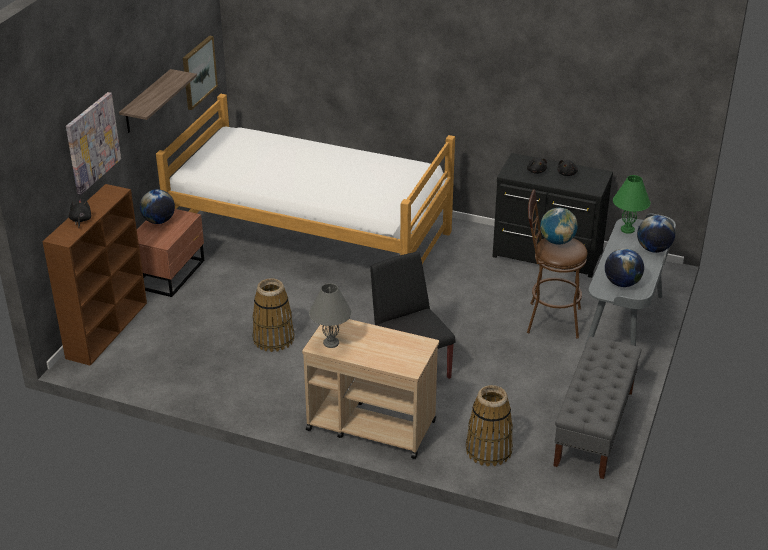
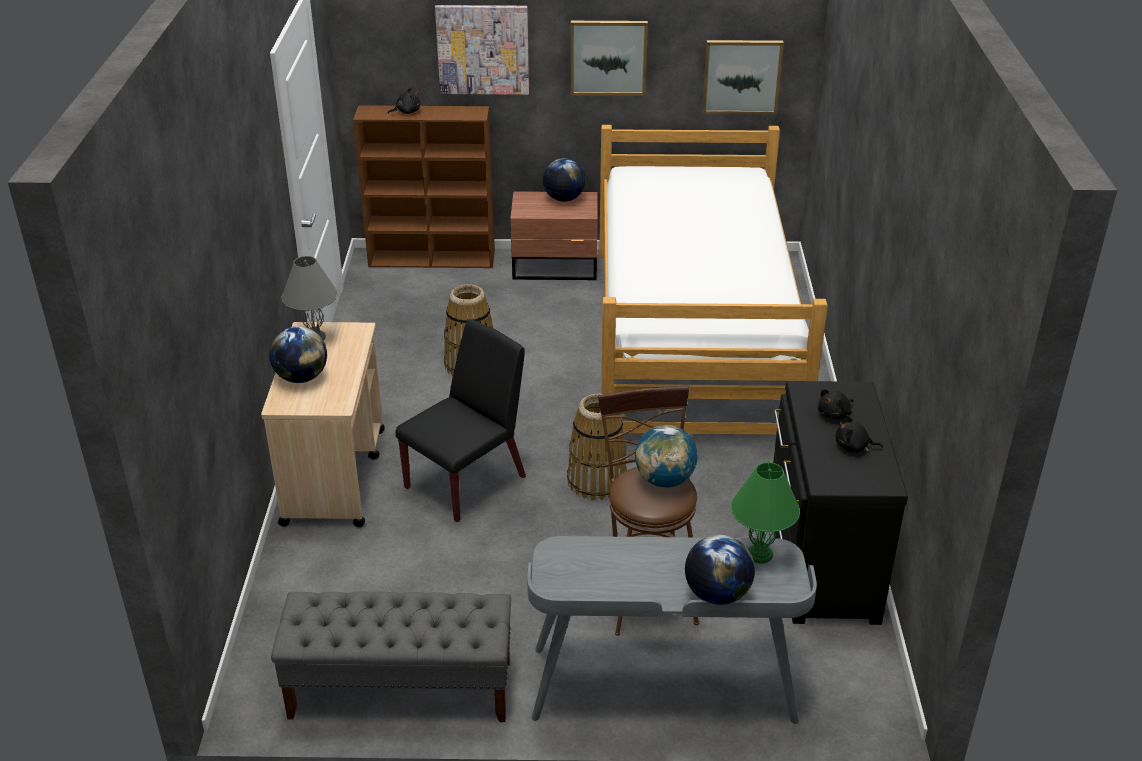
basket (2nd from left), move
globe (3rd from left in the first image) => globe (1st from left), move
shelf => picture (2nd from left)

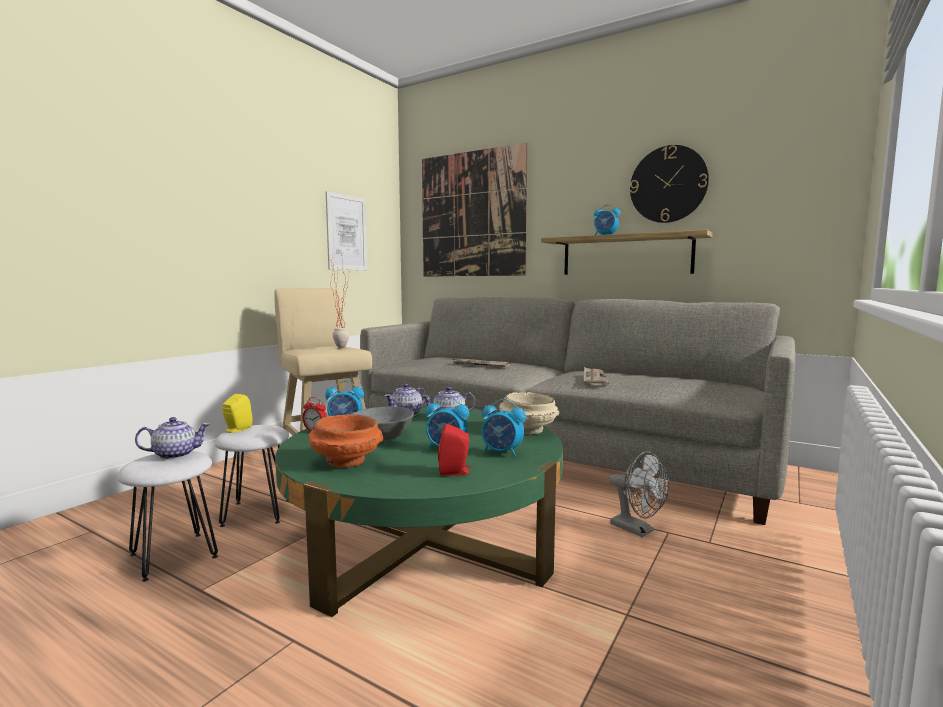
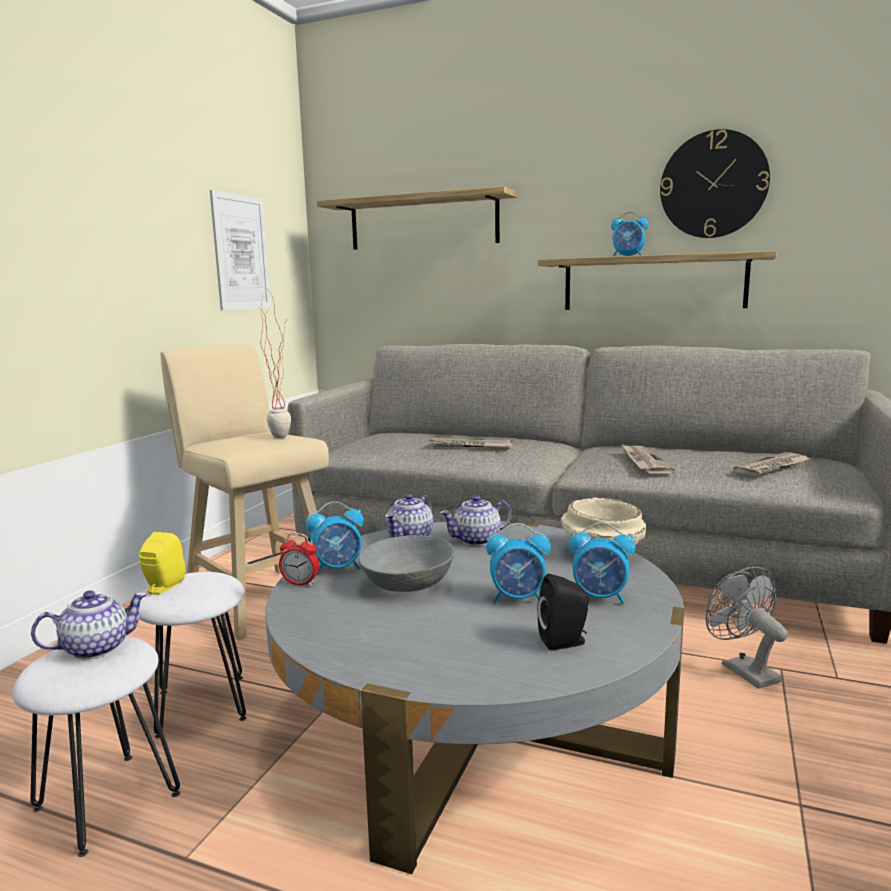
orange bowl => nothing
nothing => newspaper (3rd from left)
picture (2nd from left) => shelf (1st from left)
green coffee table => grey coffee table
red speaker => black speaker
grey fan, 150 degrees counterclockwise

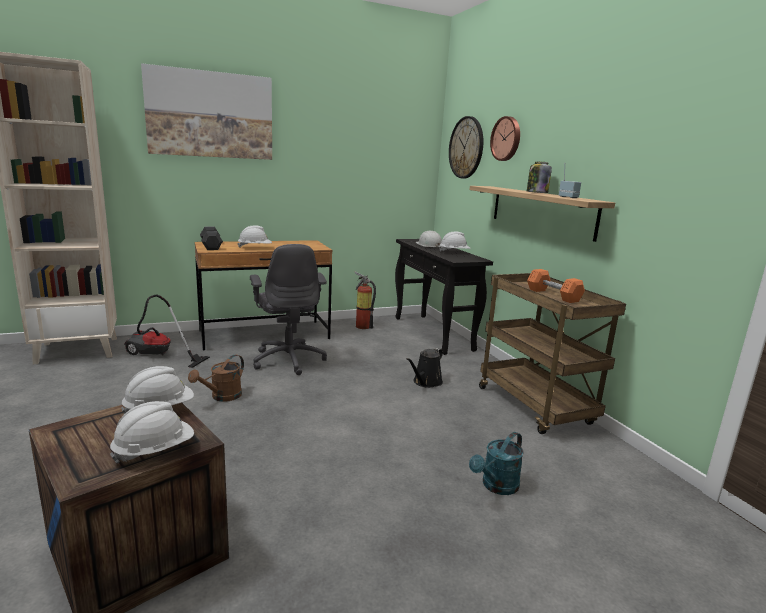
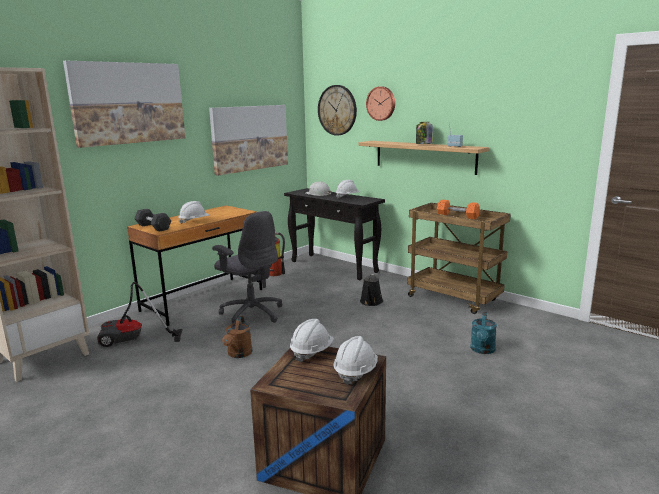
nothing => picture (2nd from left)

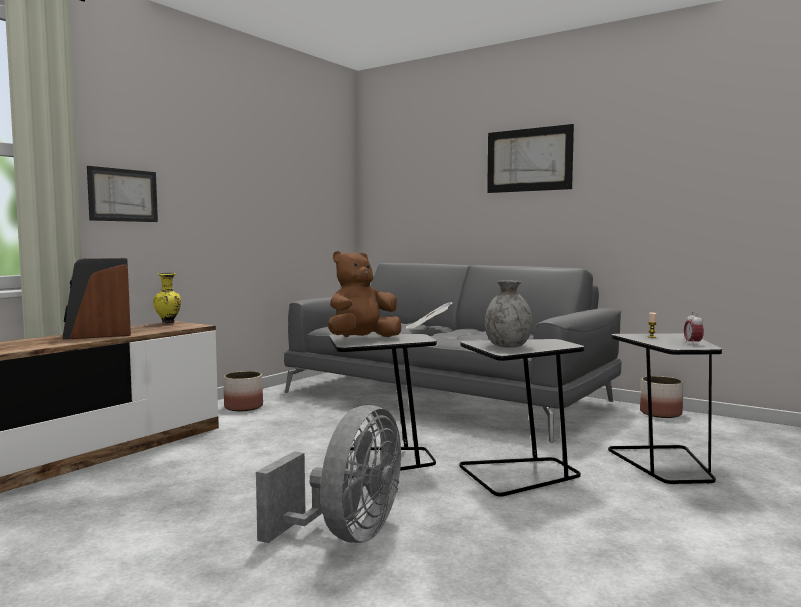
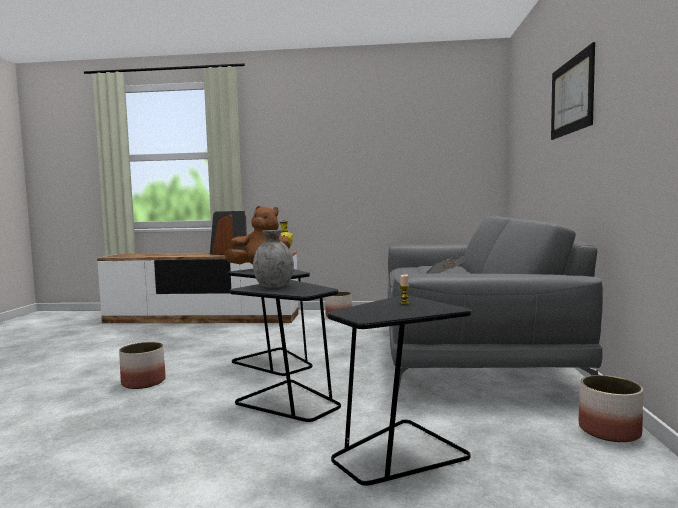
picture (1st from left) => nothing
alarm clock => nothing
grey fan => planter (1st from left)

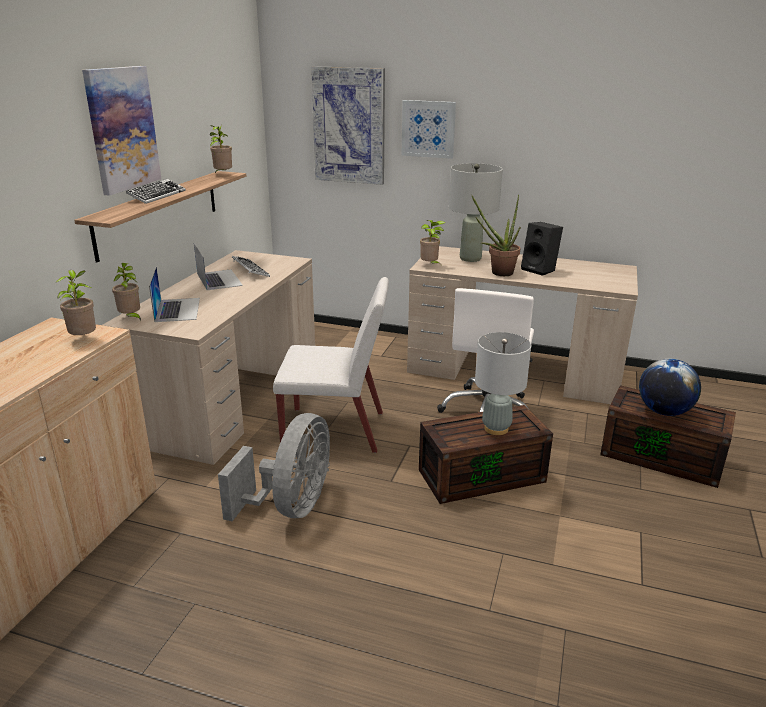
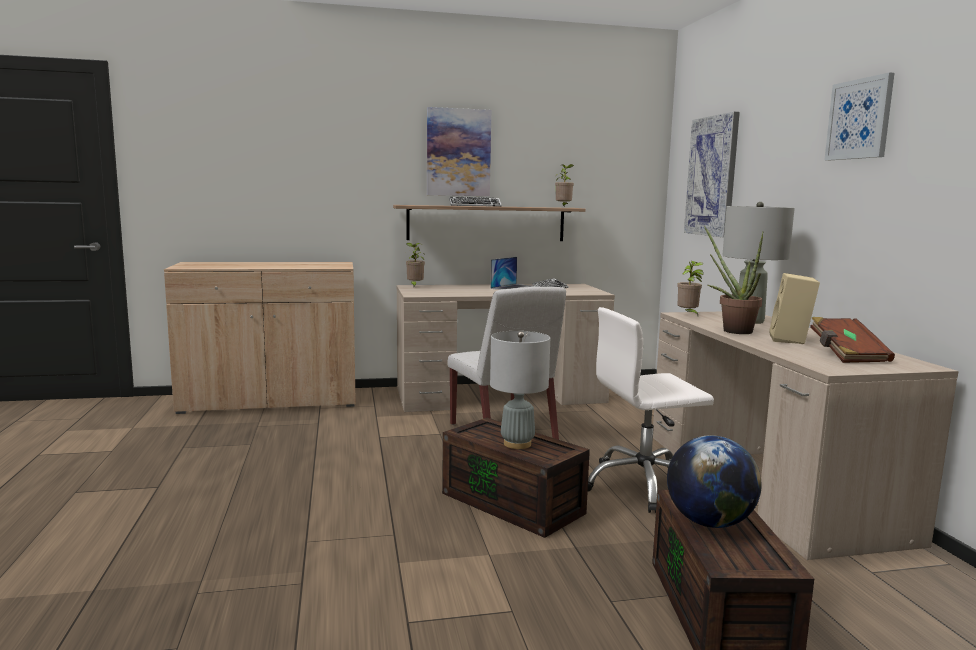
potted plant (1st from left) => nothing
laptop (1st from left) => nothing
grey fan => nothing
nothing => brown book
picture (3rd from left), move
black speaker => beige speaker

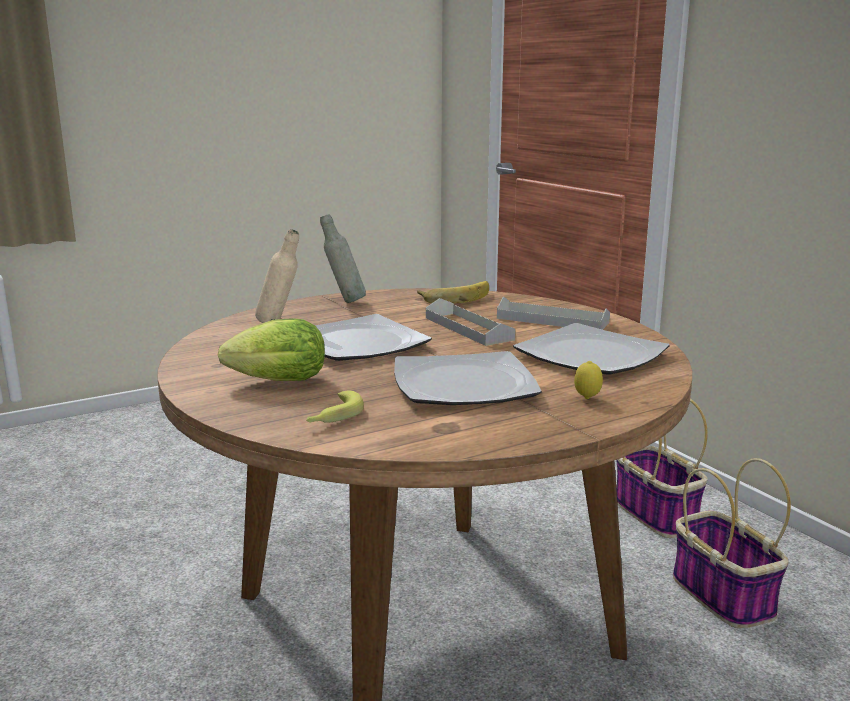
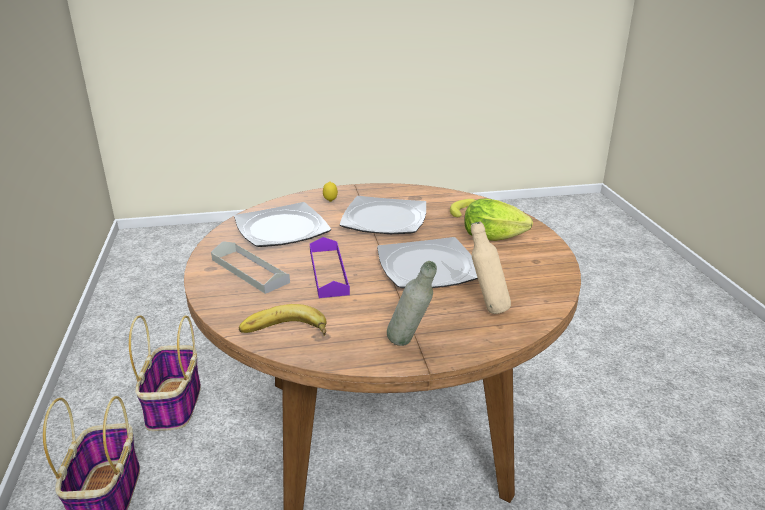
grey tray (1st from left) => purple tray

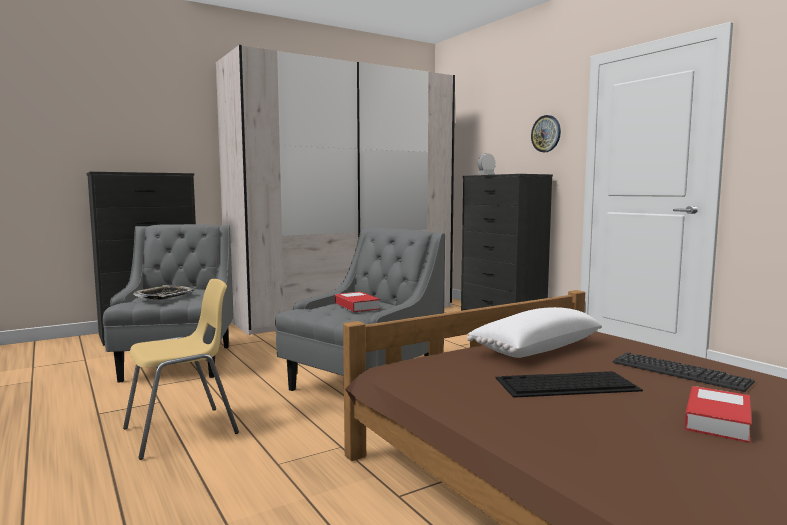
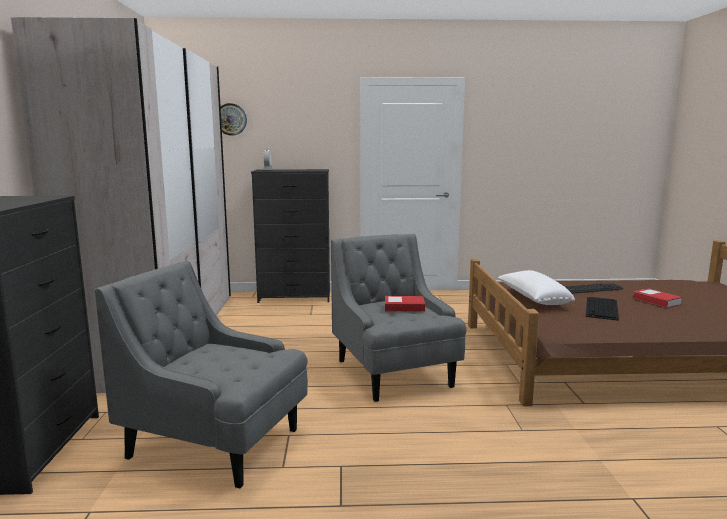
yellow chair => nothing
tray => nothing
wall clock, move

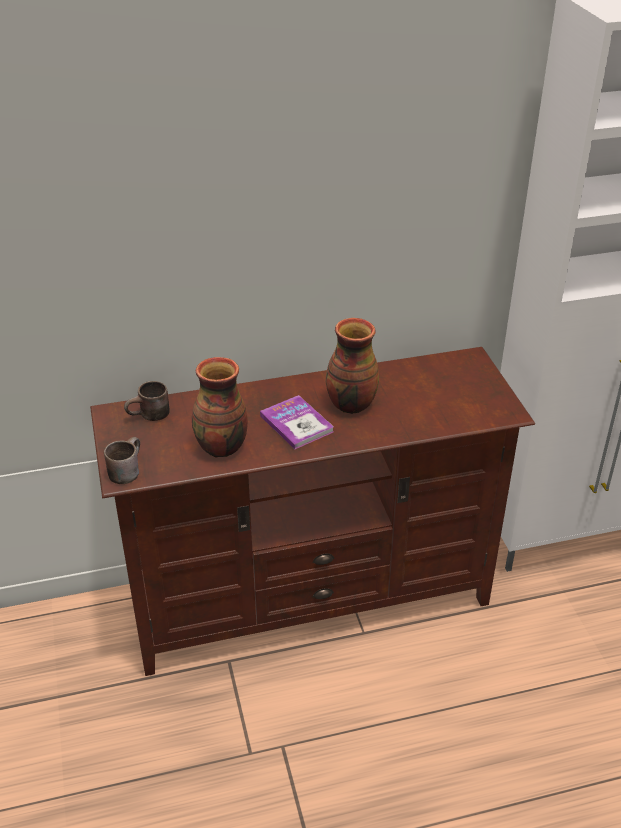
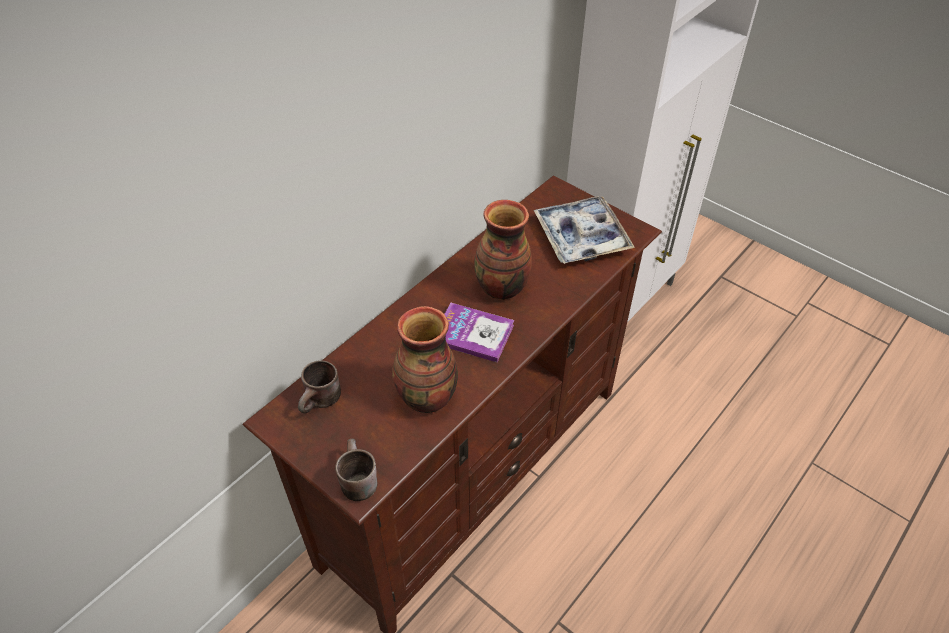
nothing => tray

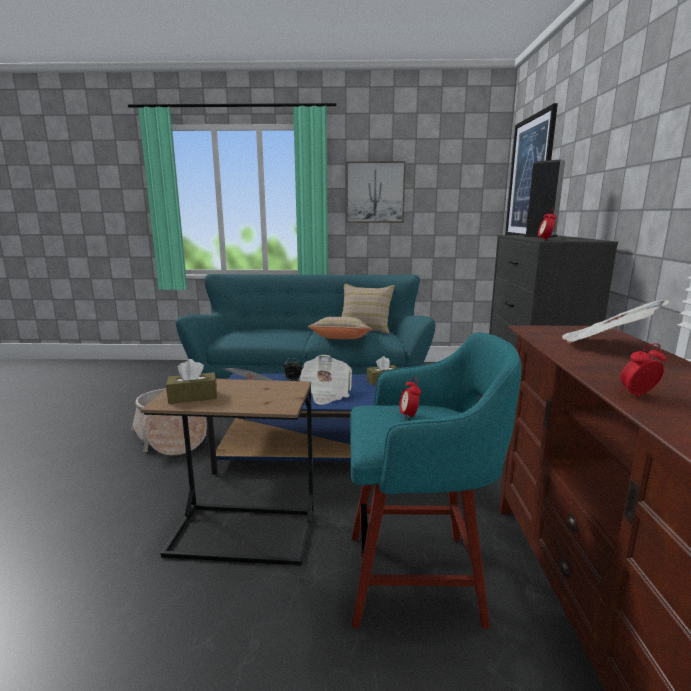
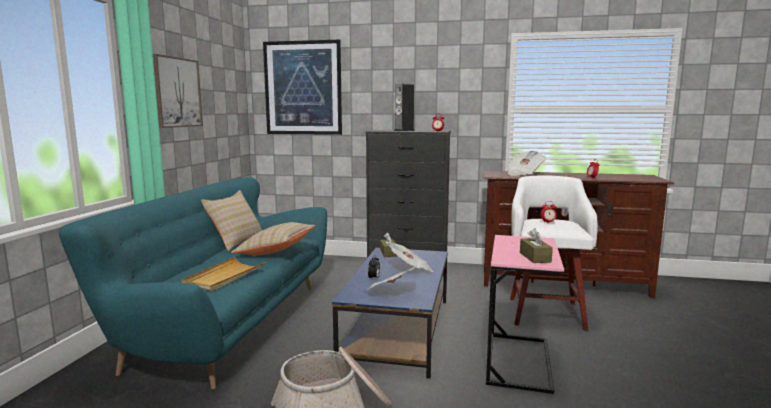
nothing => beige tray
brown side table => pink side table
turquoise stool => white stool

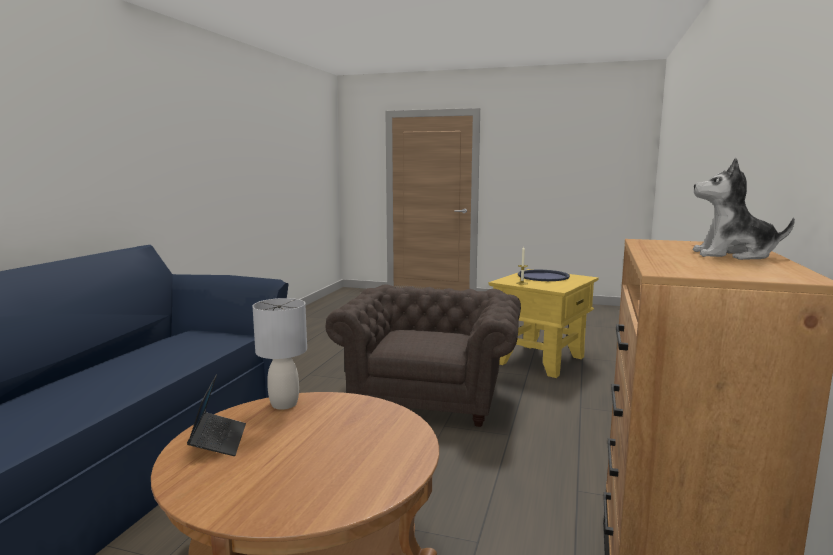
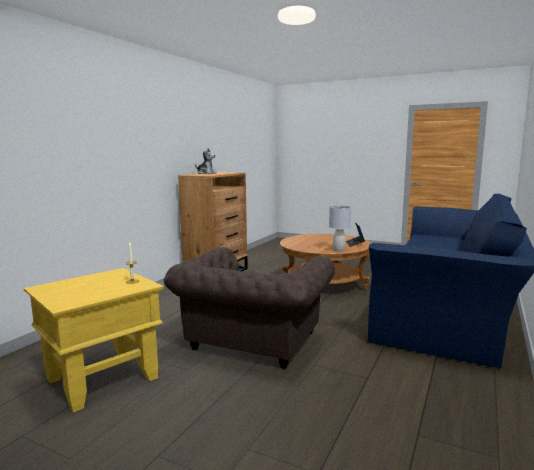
blue tray => nothing

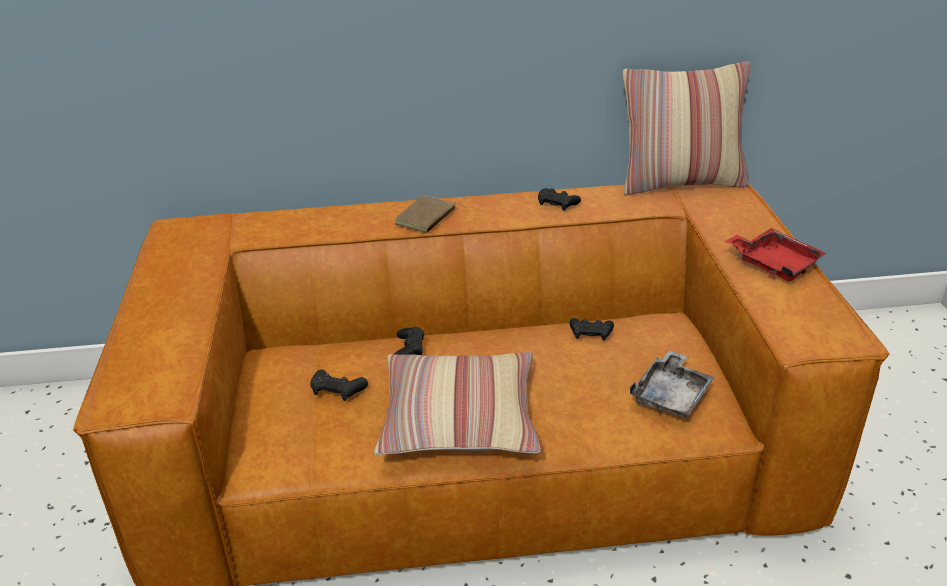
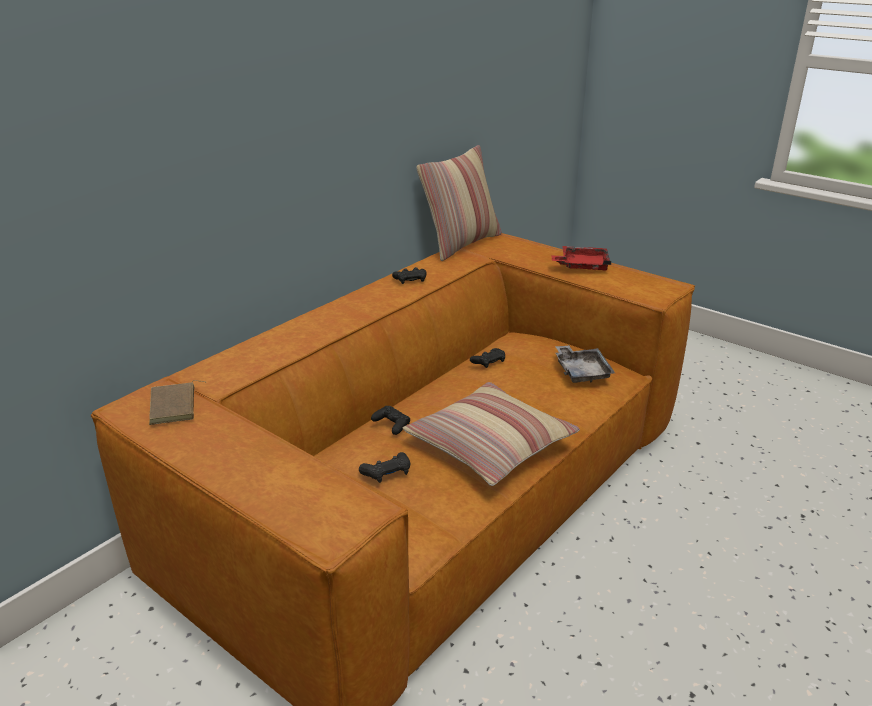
brown book, move

